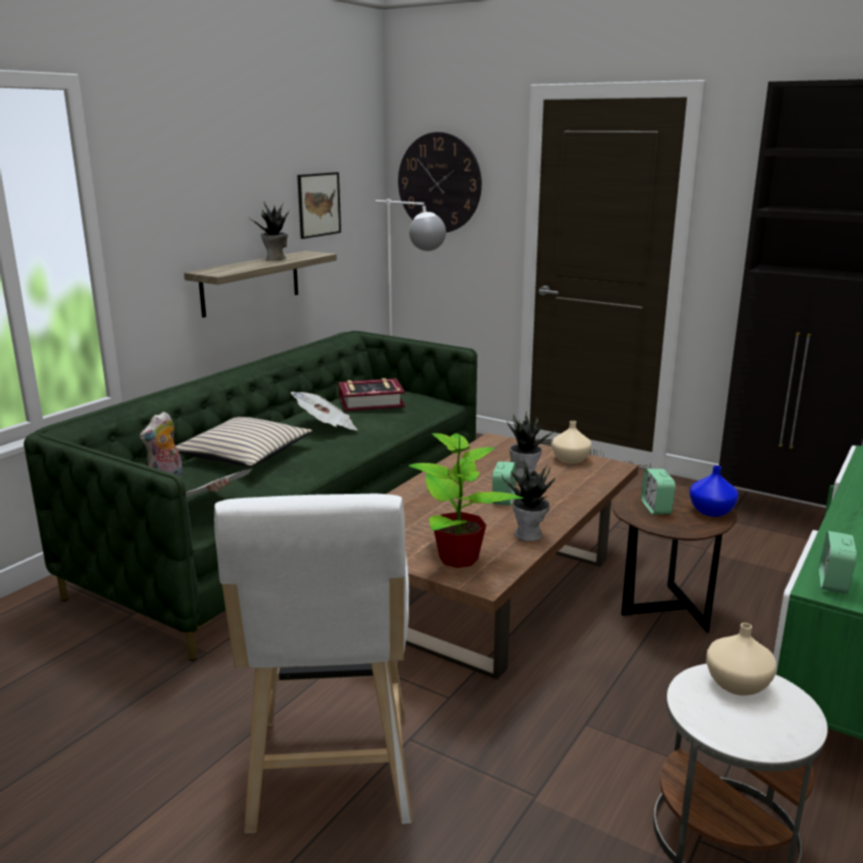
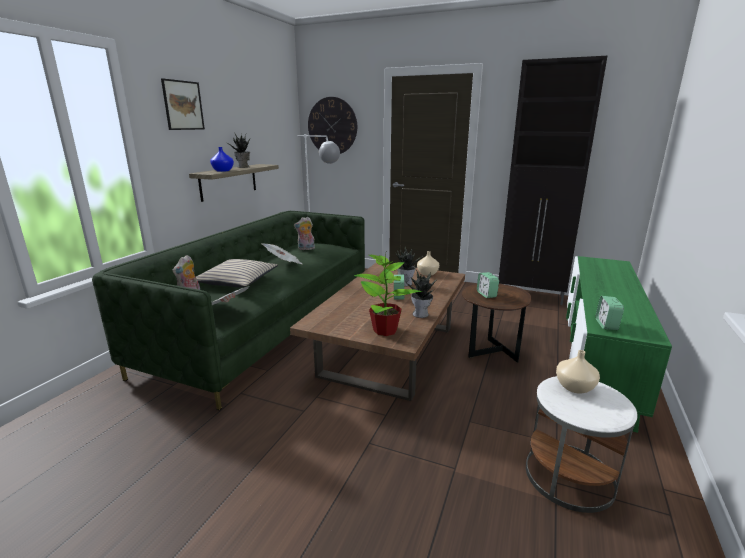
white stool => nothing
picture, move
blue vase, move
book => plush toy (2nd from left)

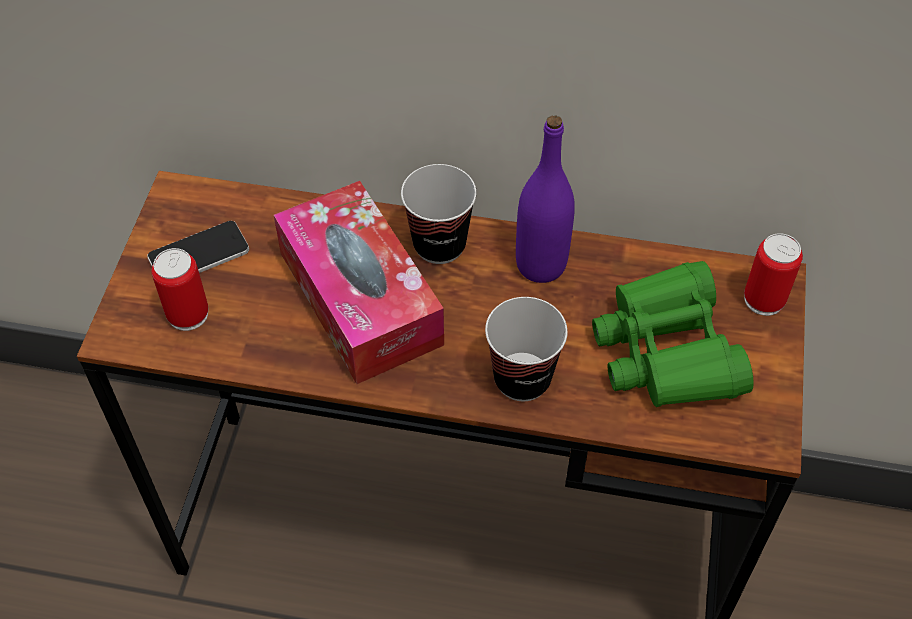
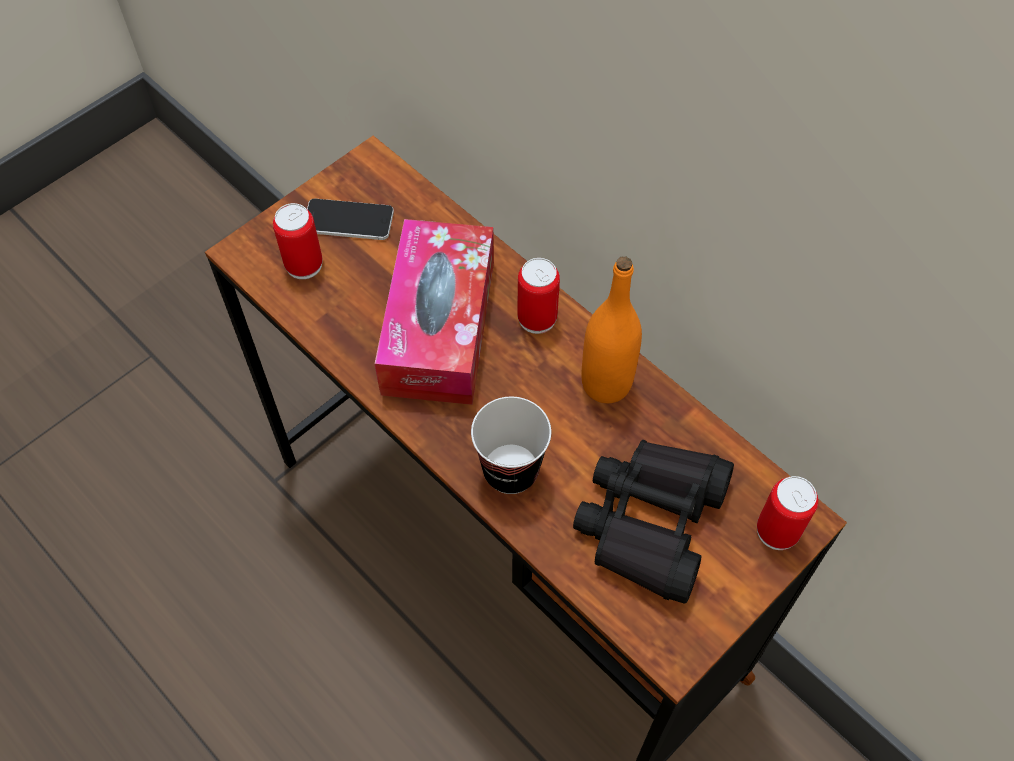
cup (1st from left) => can (2nd from left)
purple bottle => orange bottle
green binoculars => black binoculars

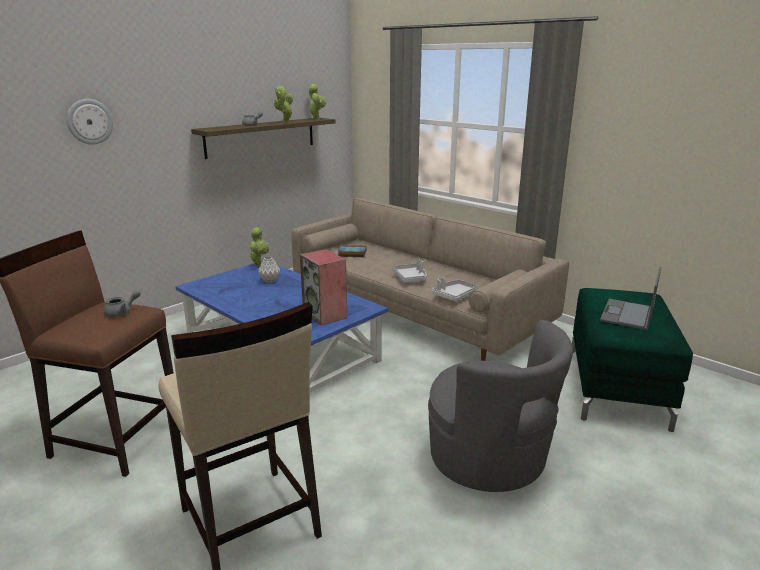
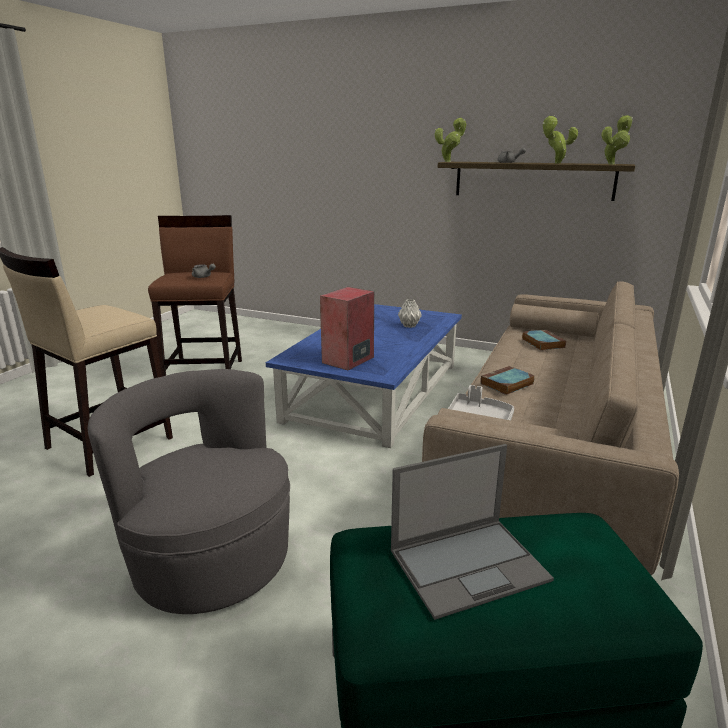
wall clock => nothing
potted plant (1st from left), move
grey tray (1st from left) => book (1st from left)
grey armchair, 105 degrees clockwise
laptop, 150 degrees clockwise

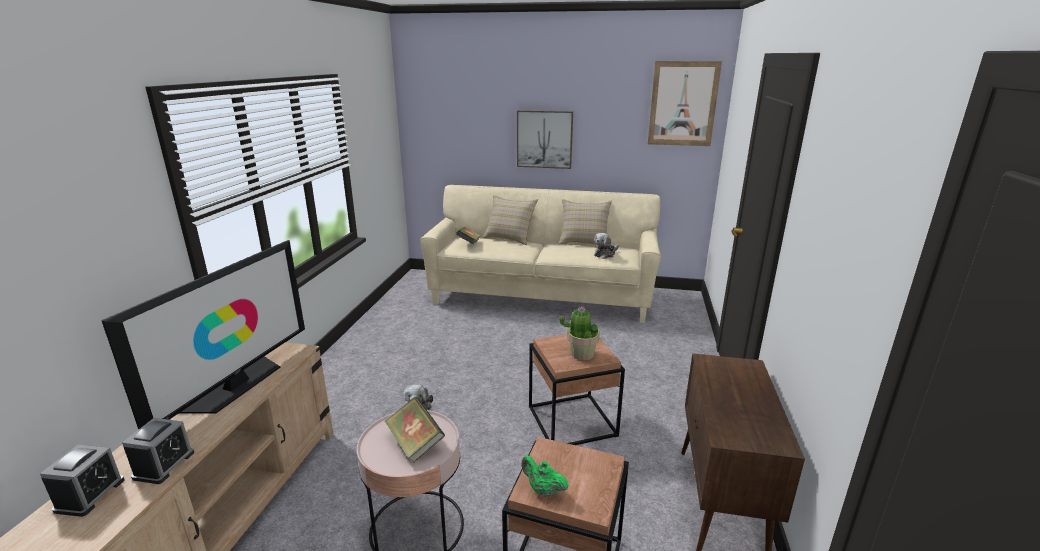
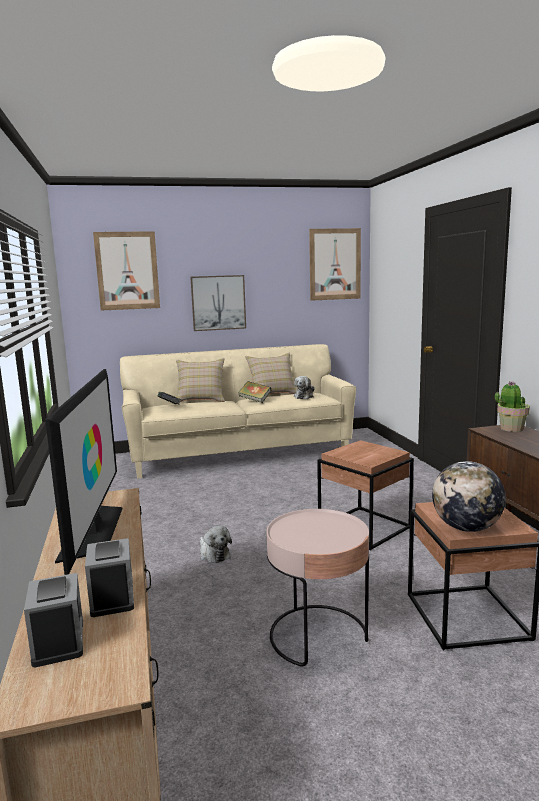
nothing => picture (1st from left)
book (1st from left in the first image) => book (2nd from left), move
potted plant, move
green teapot => globe

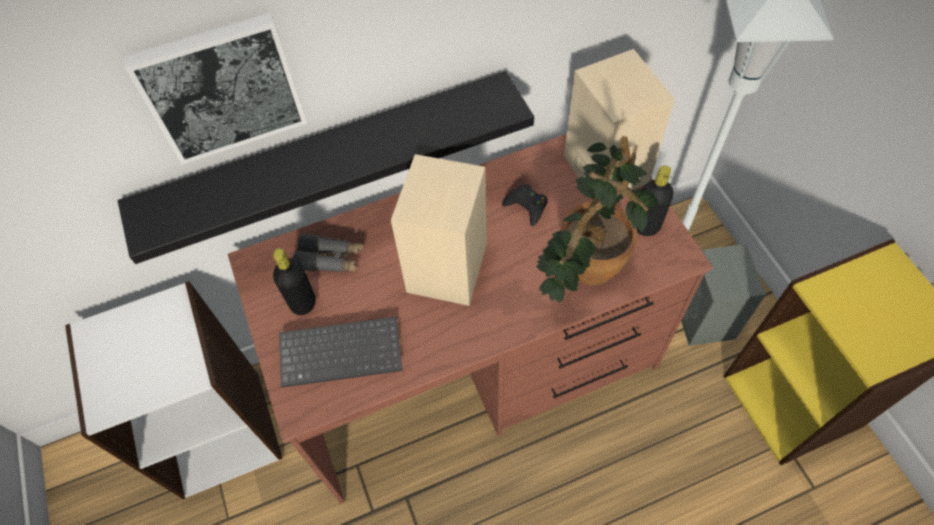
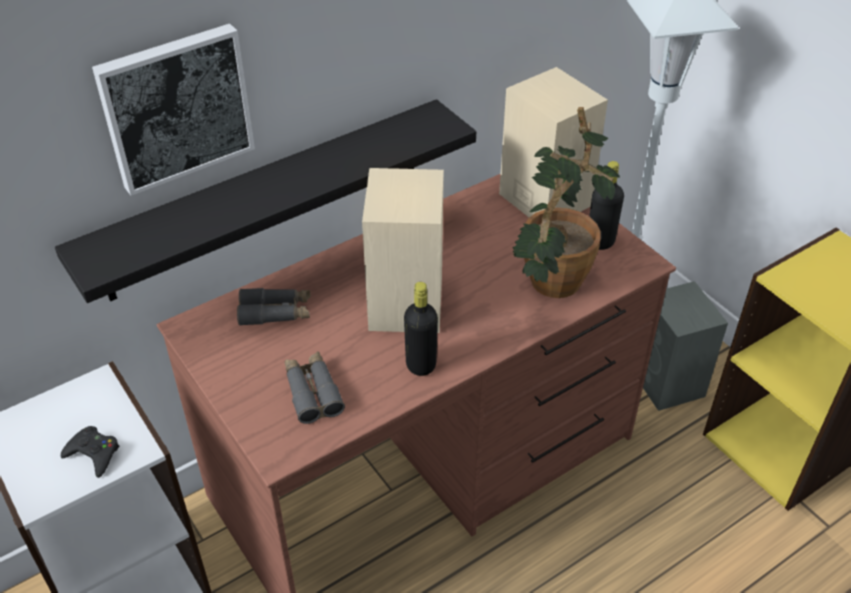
black bottle (1st from left), move
black game controller, move
keyboard => grey binoculars (2nd from left)

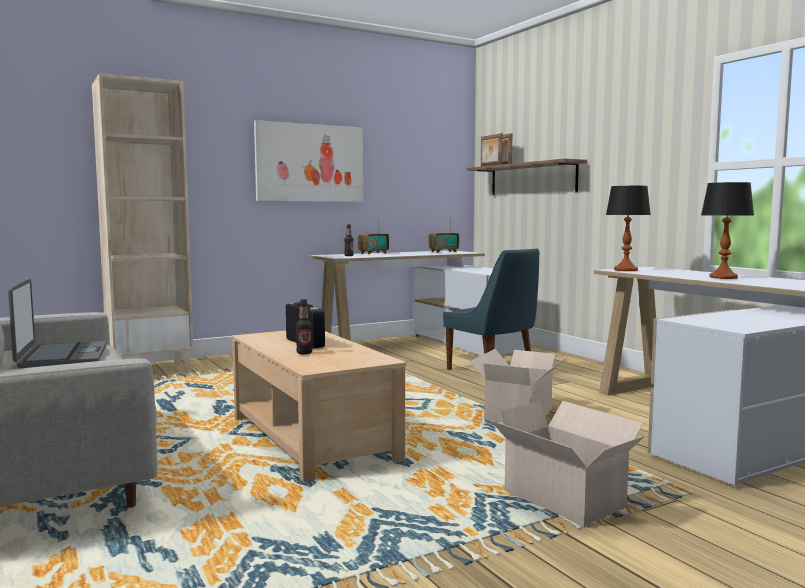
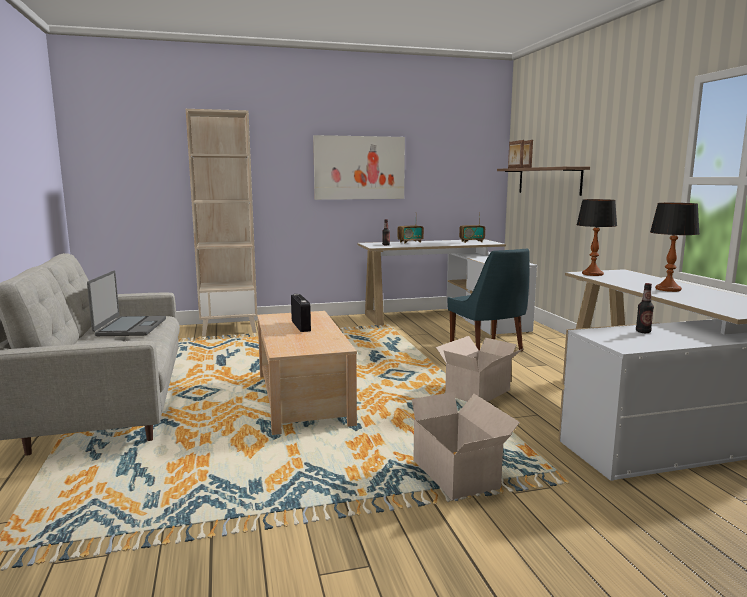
bottle (1st from left in the first image) => bottle (2nd from left), move

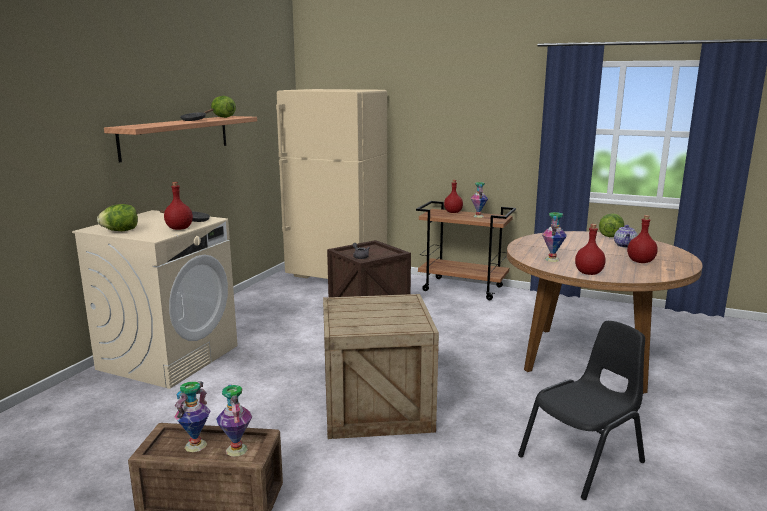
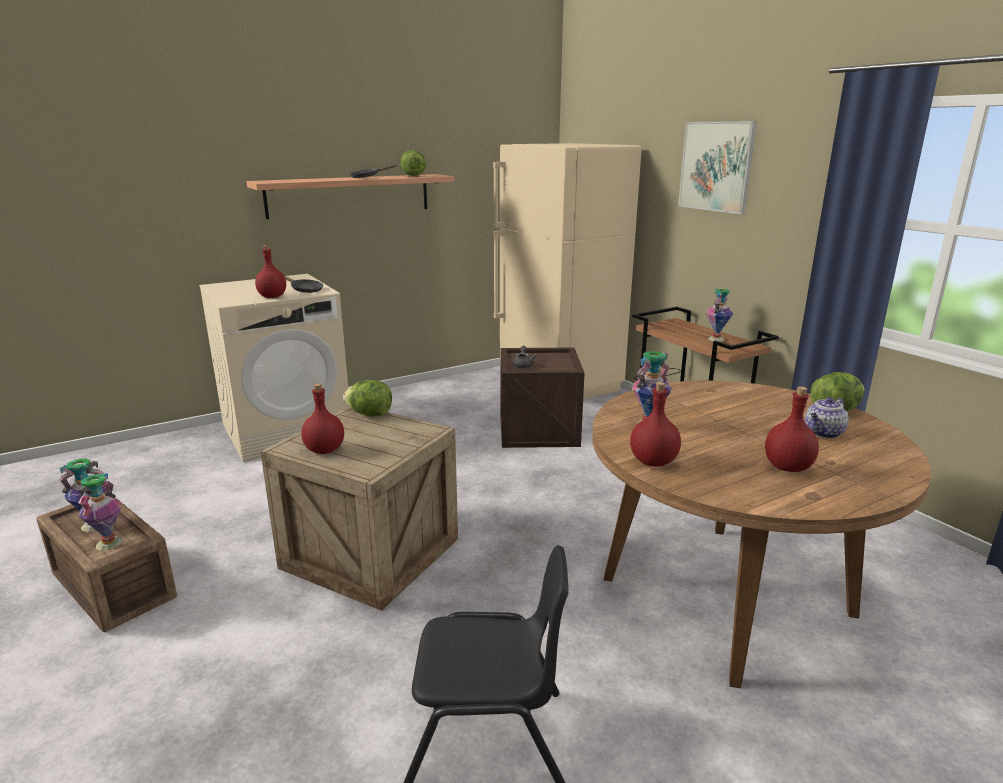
nothing => picture
lettuce (1st from left), move
red bottle (2nd from left), move

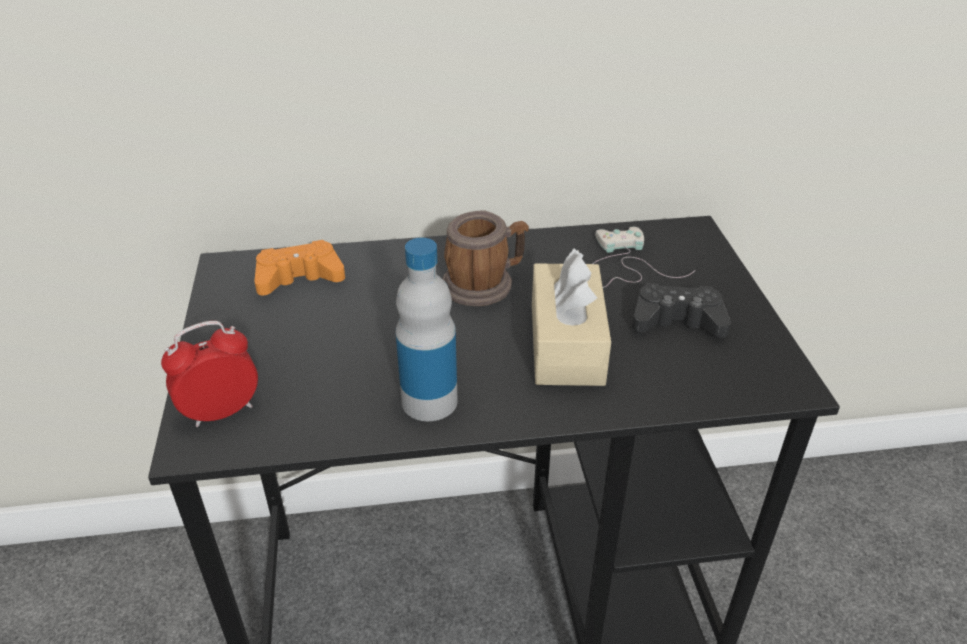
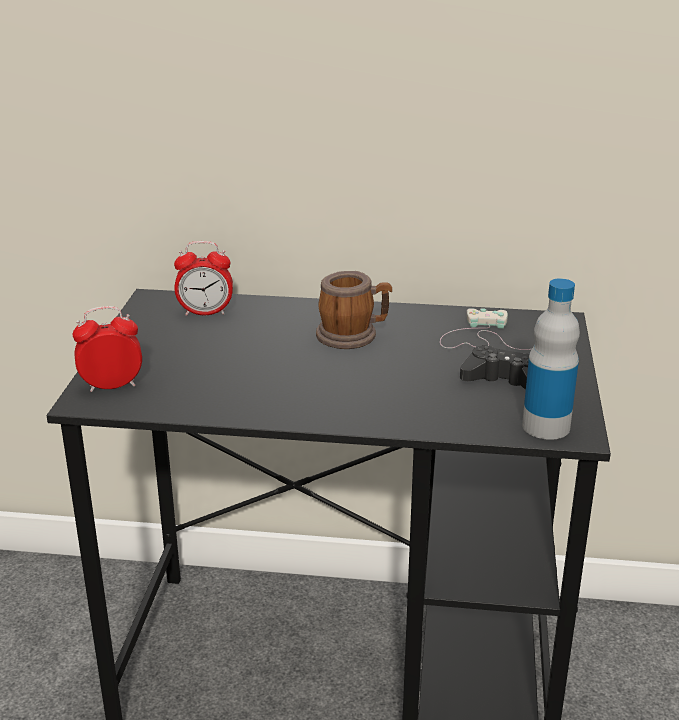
beige tissue box => nothing
bottle, move
orange game controller => alarm clock (2nd from left)

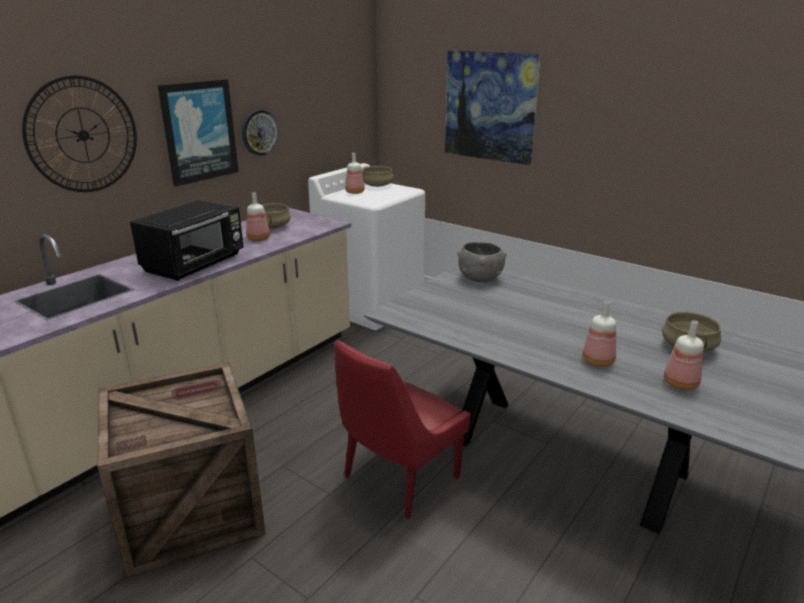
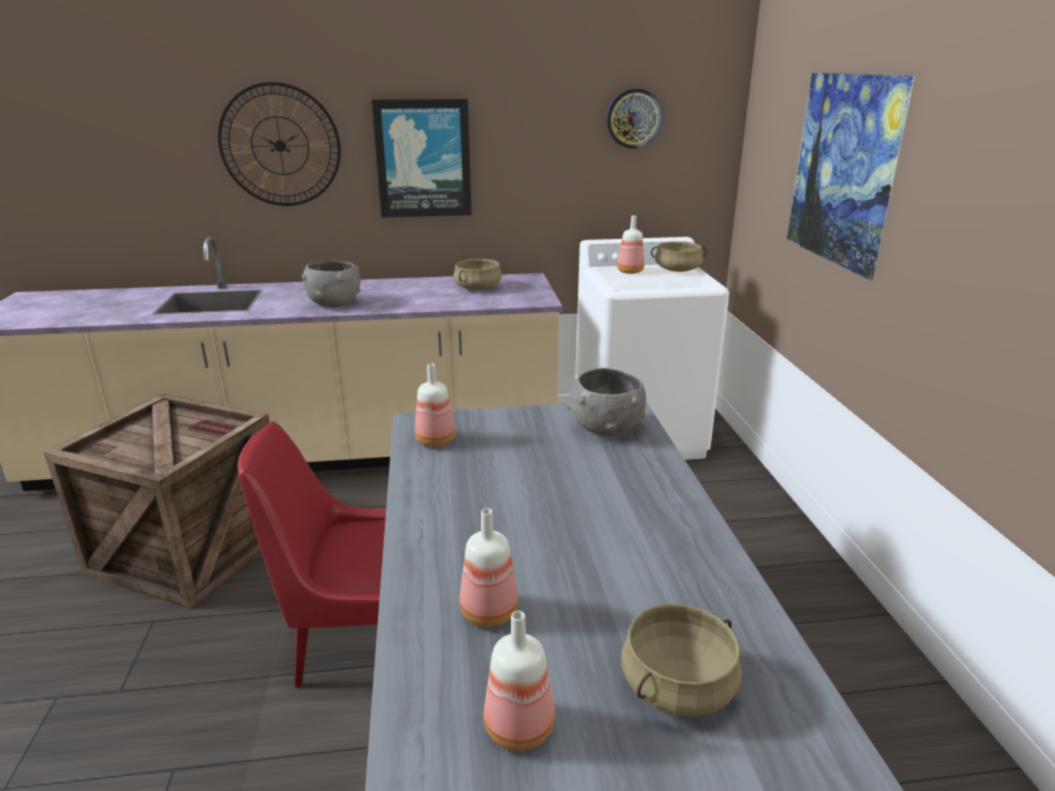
wall clock (2nd from left), move
bottle (1st from left), move
black microwave => grey bowl (1st from left)

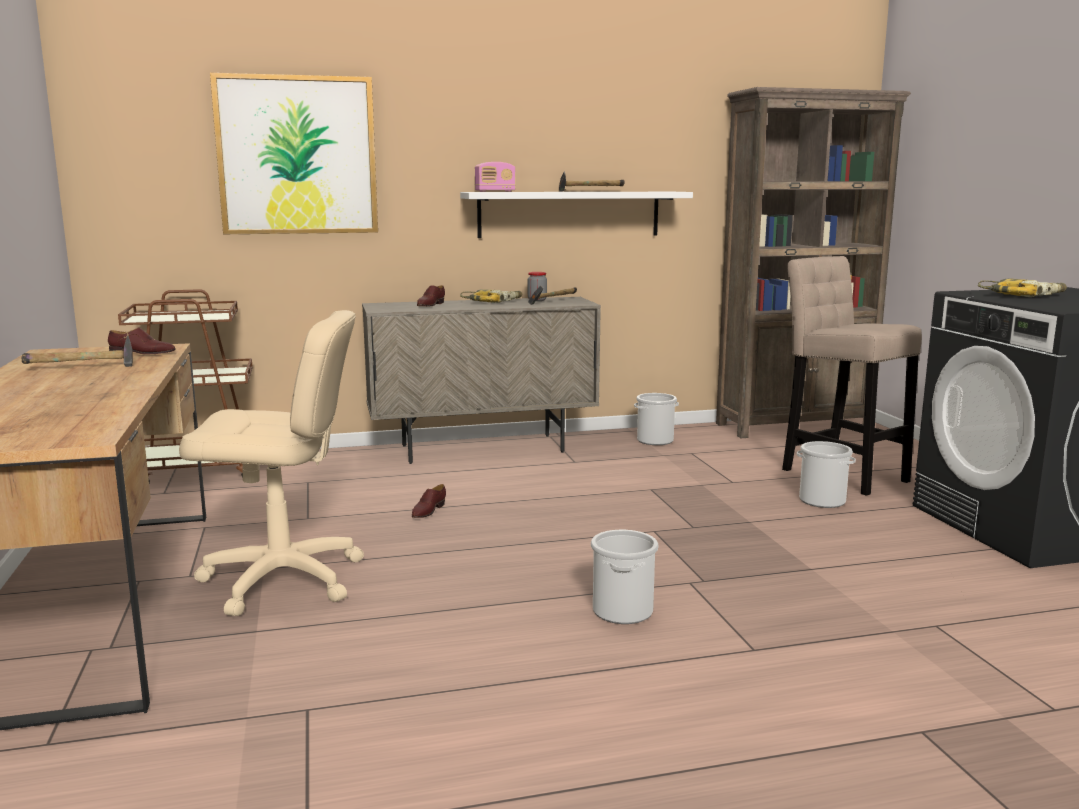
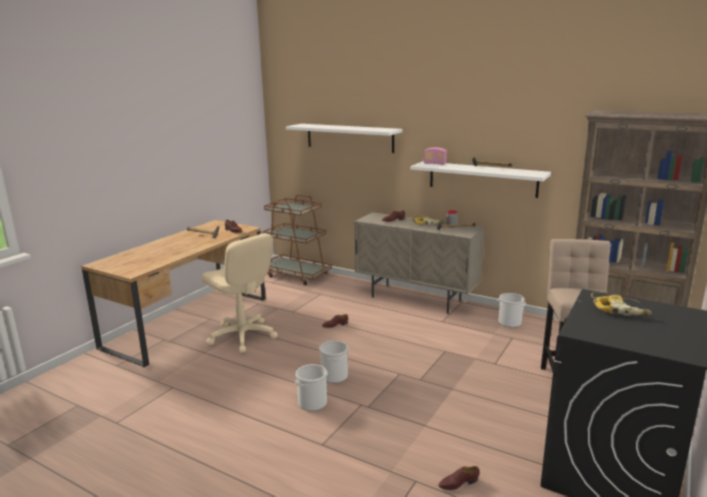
nothing => brown shoe (4th from left)
bucket (3rd from left in the first image) => bucket (2nd from left), move
picture => white shelf (1st from left)

